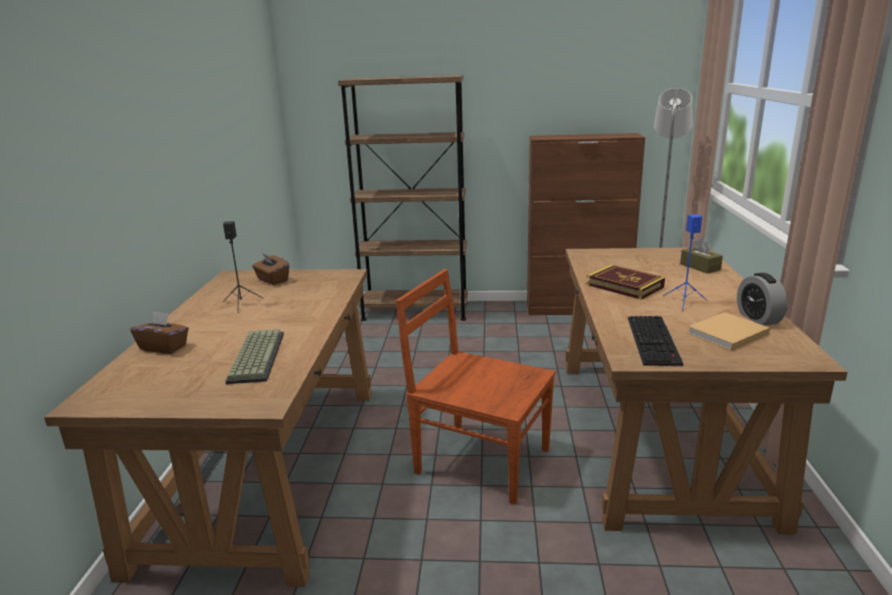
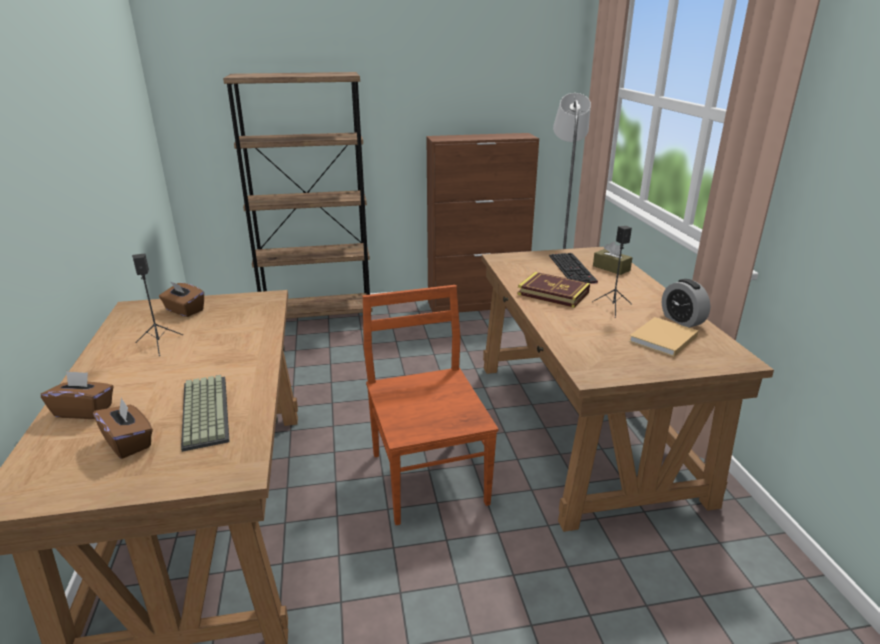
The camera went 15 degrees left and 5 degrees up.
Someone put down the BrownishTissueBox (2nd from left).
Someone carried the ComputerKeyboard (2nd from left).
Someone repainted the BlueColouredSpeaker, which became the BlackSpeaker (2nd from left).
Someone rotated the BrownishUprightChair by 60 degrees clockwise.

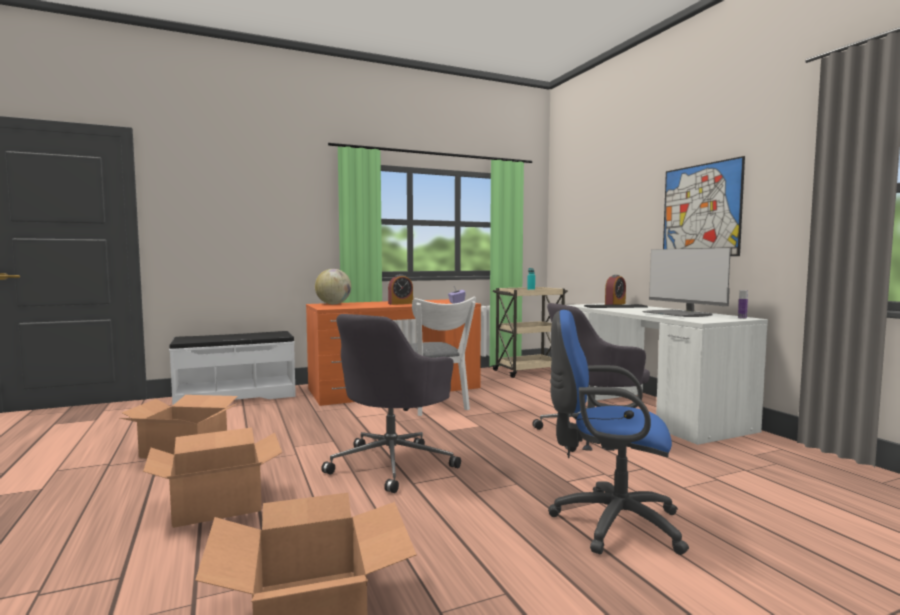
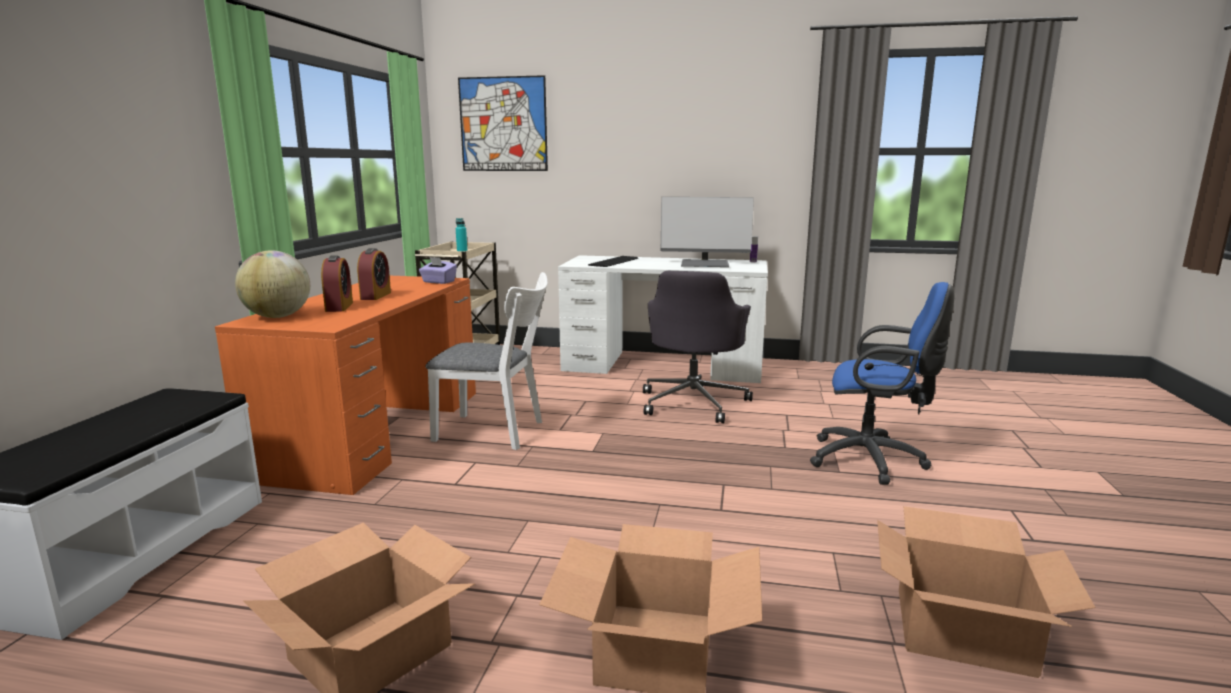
The camera went 55 degrees left and 10 degrees up.
Someone took away the GreyishOfficeChair (1st from left).
Someone carried the BedsideClock (2nd from left in the first image).
Someone carried the Picture.
Someone rotated the BlueColouredOfficeChair by 120 degrees counterclockwise.

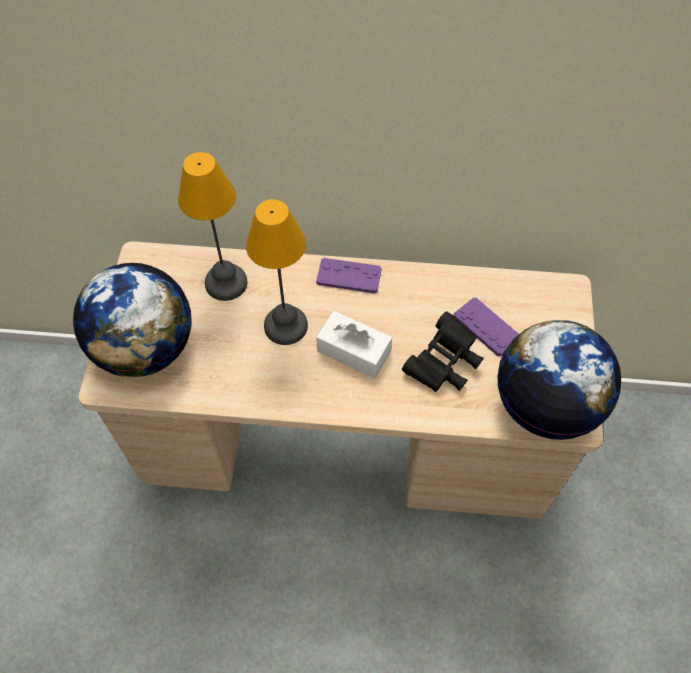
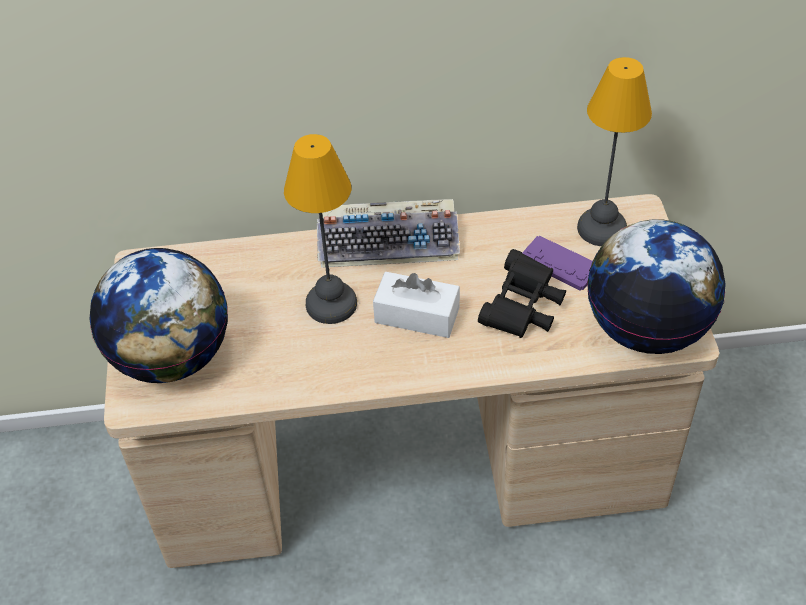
The camera went 10 degrees left and 10 degrees down.
Someone carried the TabletopLamp (1st from left in the first image).
Someone swapped the PurpleGamepad (1st from left) for the ComputerKeyboard.

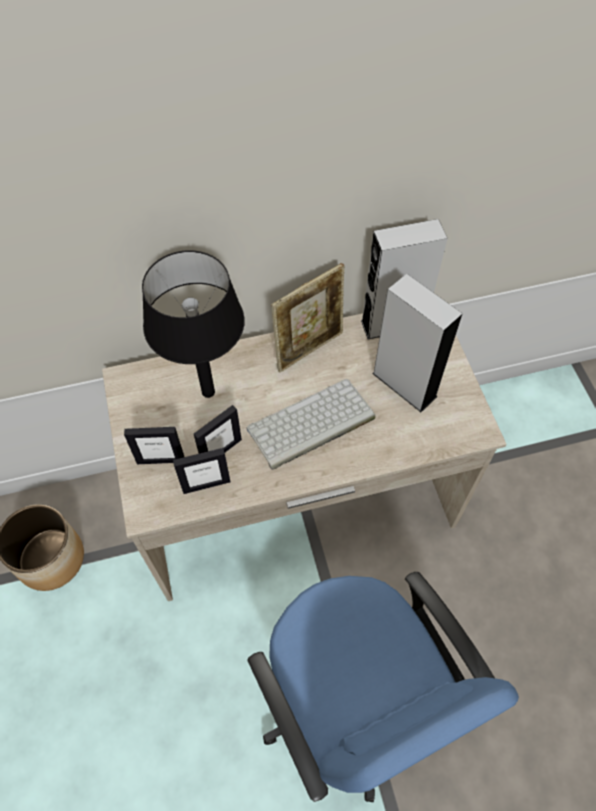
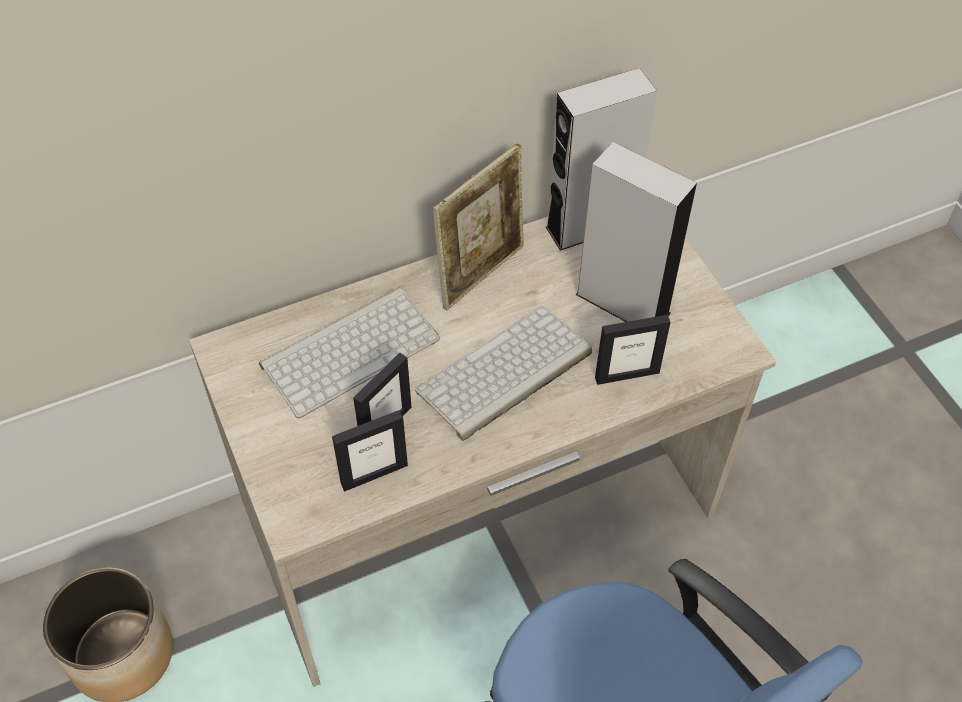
The camera went 10 degrees left and 5 degrees down.
Someone carried the StandingFrame (1st from left in the first image).
Someone swapped the BlackTabletopLamp for the ComputerKeyboard (1st from left).

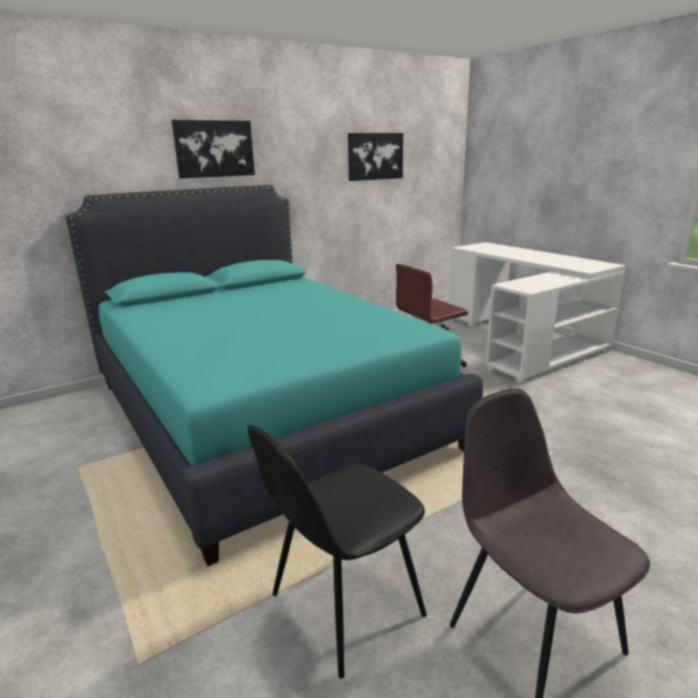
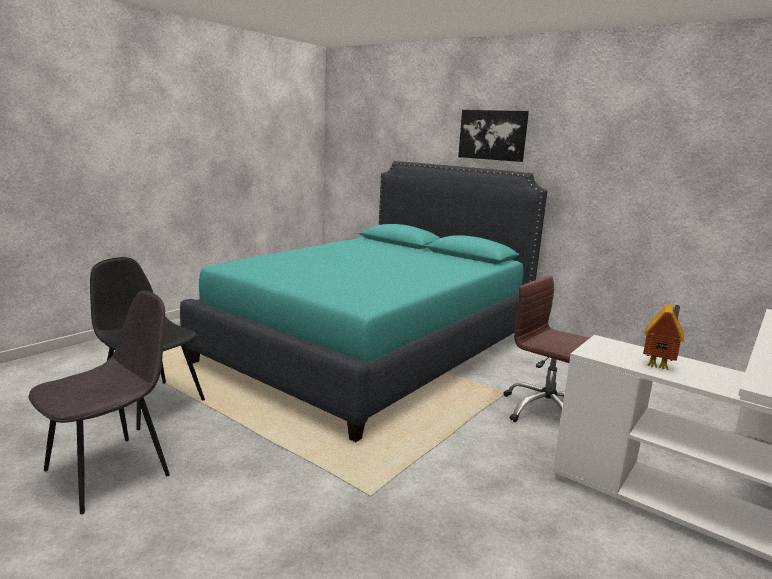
The camera went 70 degrees right and 5 degrees down.
Someone took away the Picture (2nd from left).
Someone put down the ModelHouse.

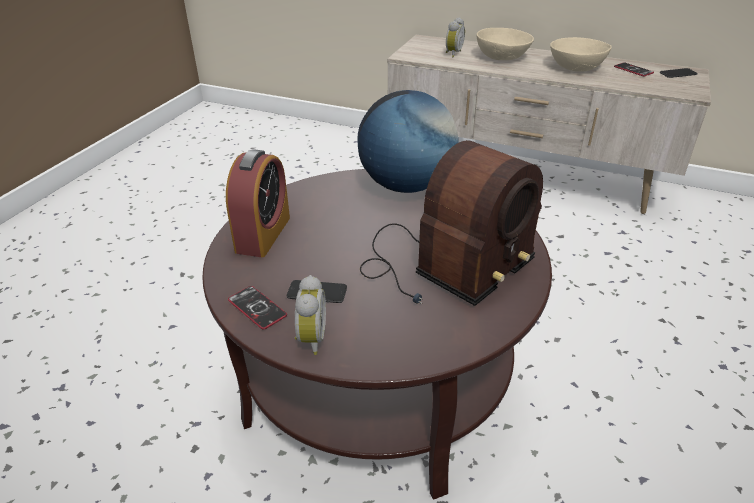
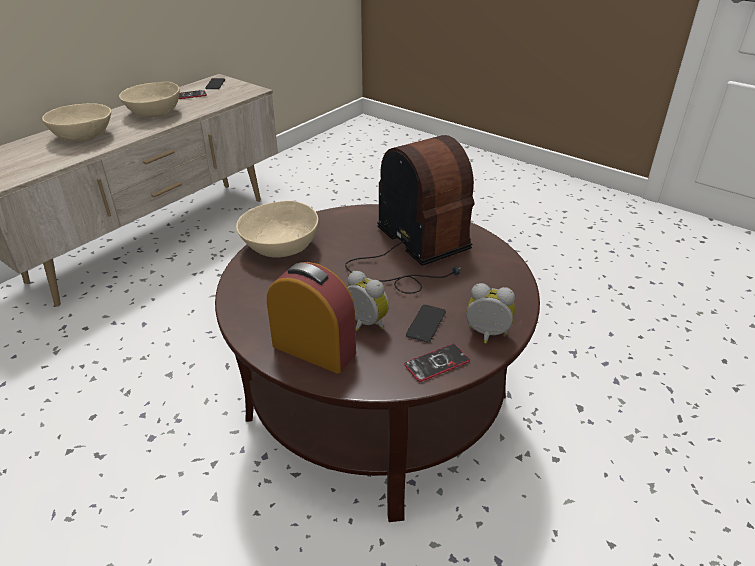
The camera went 75 degrees left and 0 degrees up.
Someone carried the BedsideClock (3rd from left in the first image).
Someone swapped the DeskGlobe for the SandColouredBowl (3rd from left).

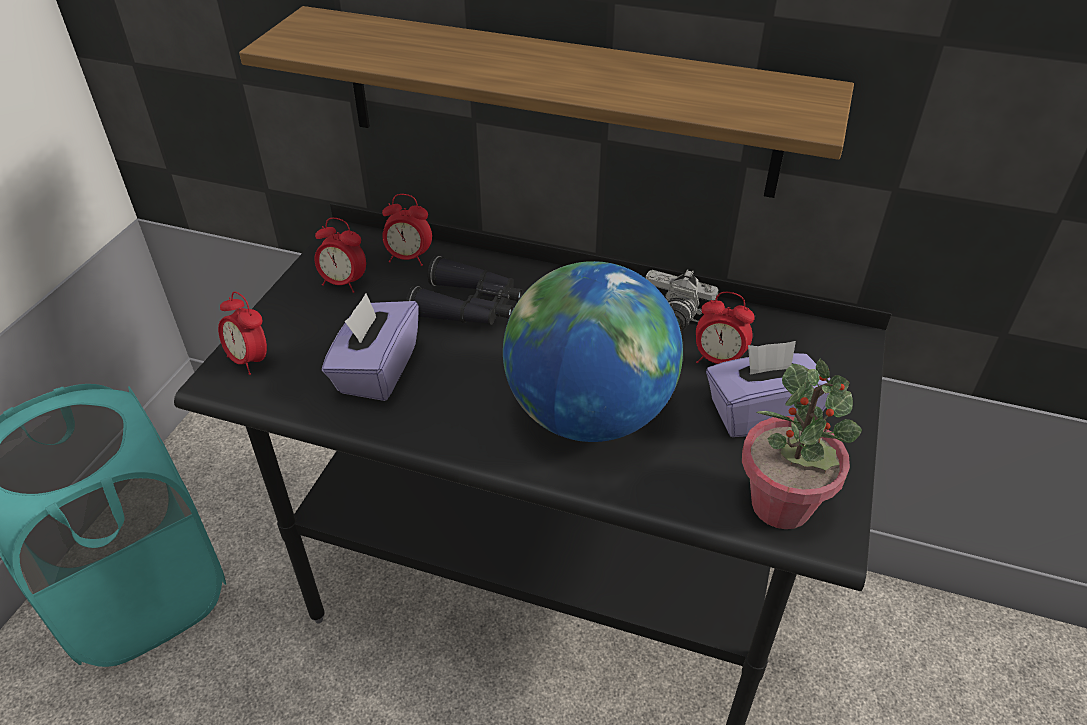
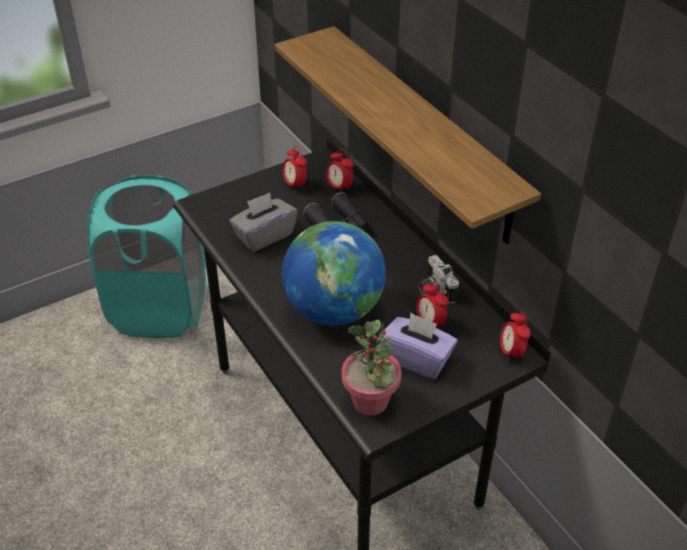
The camera went 40 degrees right and 0 degrees up.
Someone carried the BedsideClock (1st from left in the first image).
Someone repainted the PurpleTissueBox (1st from left), which became the GreyishTissueBox.

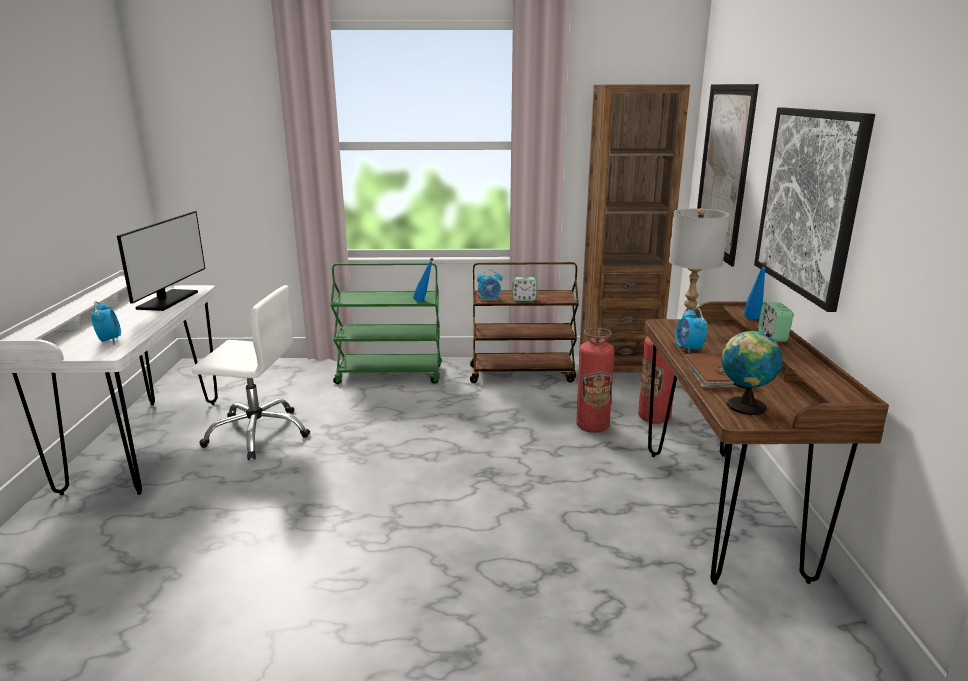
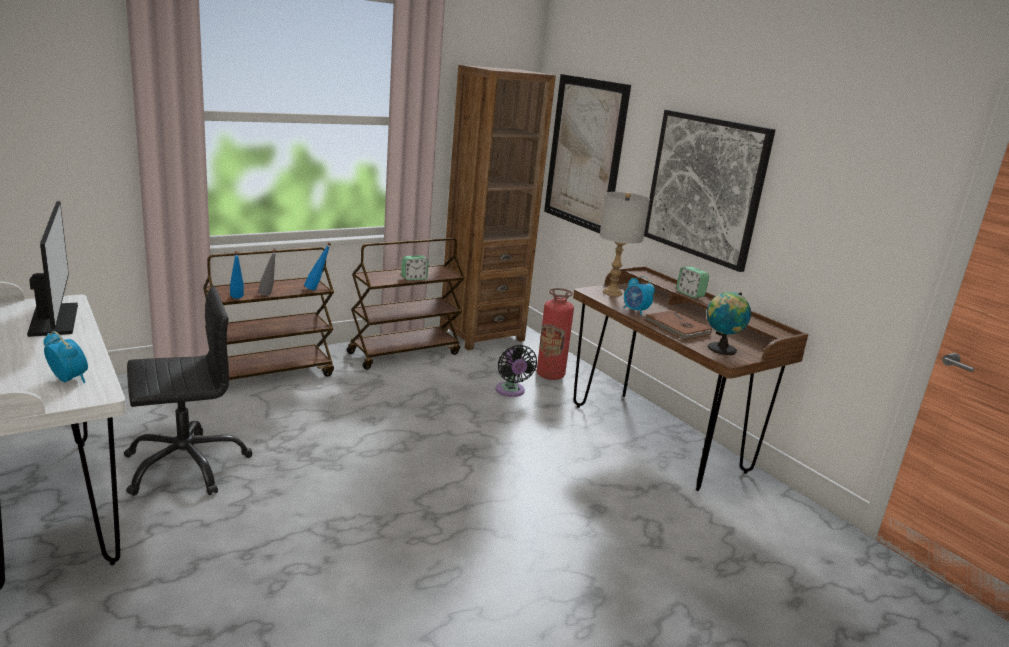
The camera went 35 degrees left and 0 degrees up.
Someone took away the BedsideClock (2nd from left).
Someone put down the GreyishDrinkBottle.
Someone carried the BlueColouredDrinkBottle (2nd from left in the first image).
Someone swapped the Extinguisher (1st from left) for the BlackFan.
Someone repainted the WhiteOfficeChair, which became the BlackOfficeChair.
Someone repainted the GreenishCart, which became the BrownishCart (1st from left).

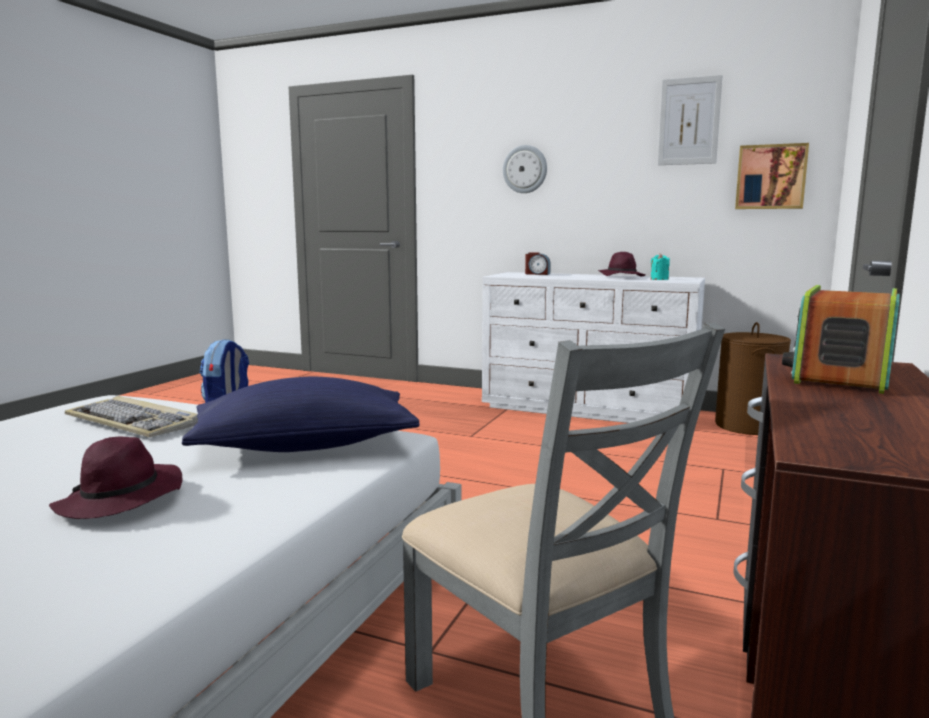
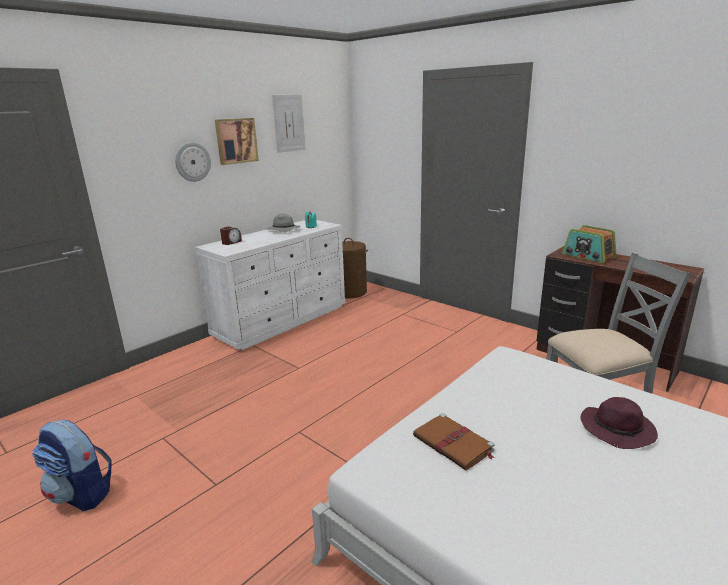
The camera went 70 degrees left and 10 degrees up.
Someone took away the BlueColouredCushion.
Someone carried the Picture (2nd from left in the first image).
Someone swapped the ComputerKeyboard for the BrownishVolume.
Someone repainted the PurpleWearableHat (2nd from left), which became the GreyishWearableHat.

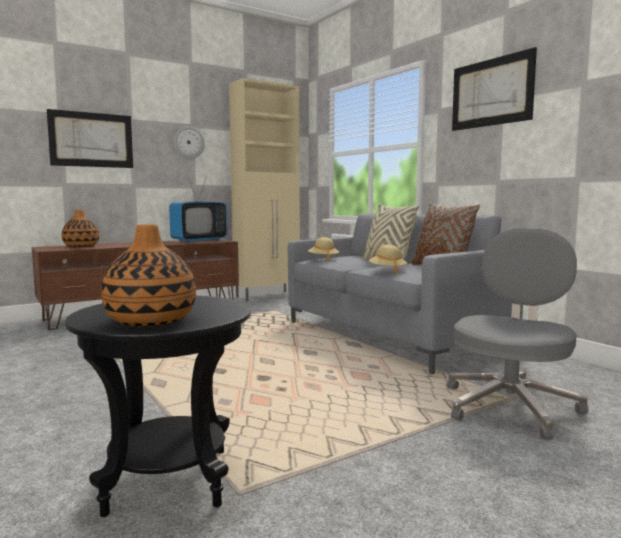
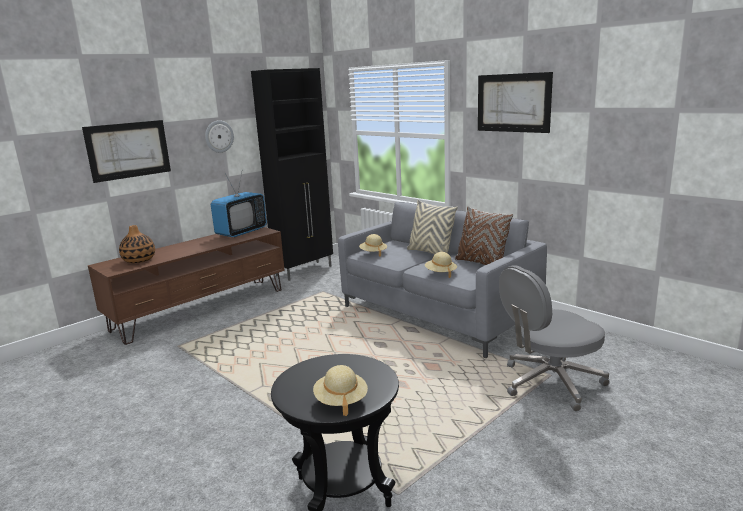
The camera went 10 degrees left and 10 degrees up.
Someone swapped the Vase (2nd from left) for the SandColouredWearableHat (1st from left).
Someone repainted the SandColouredCupboard, which became the BlackCupboard.
Someone rotated the GreyishOfficeChair by 135 degrees counterclockwise.

